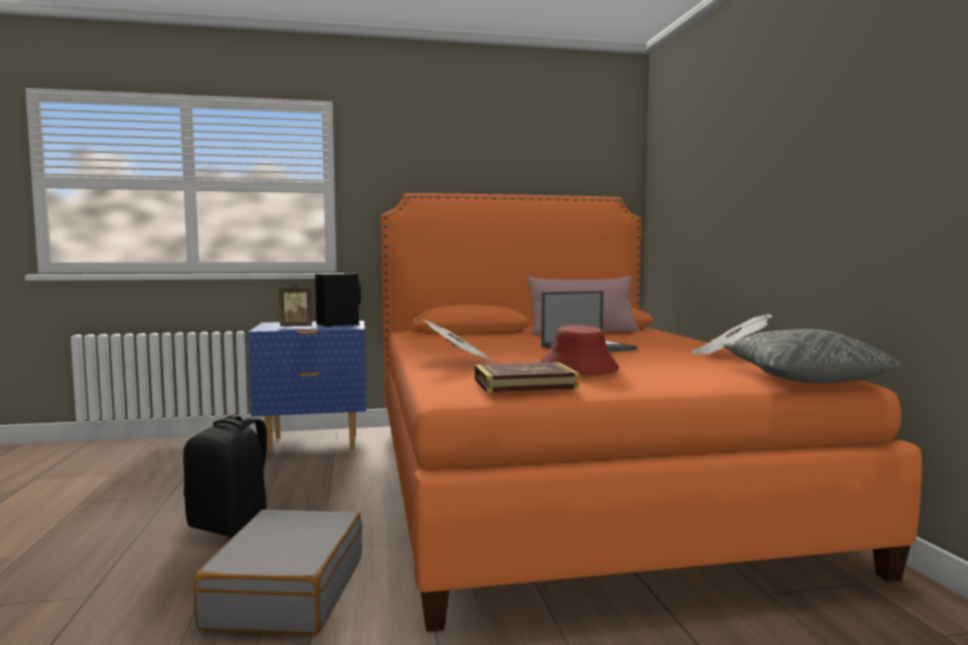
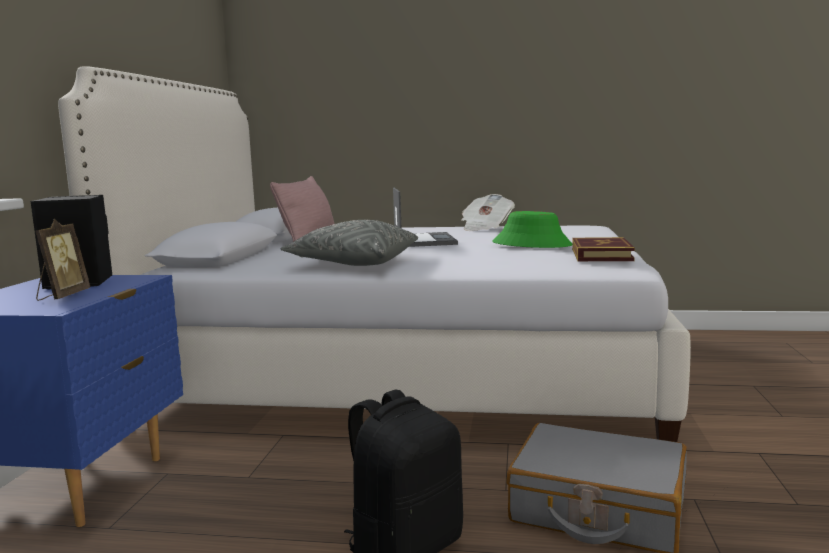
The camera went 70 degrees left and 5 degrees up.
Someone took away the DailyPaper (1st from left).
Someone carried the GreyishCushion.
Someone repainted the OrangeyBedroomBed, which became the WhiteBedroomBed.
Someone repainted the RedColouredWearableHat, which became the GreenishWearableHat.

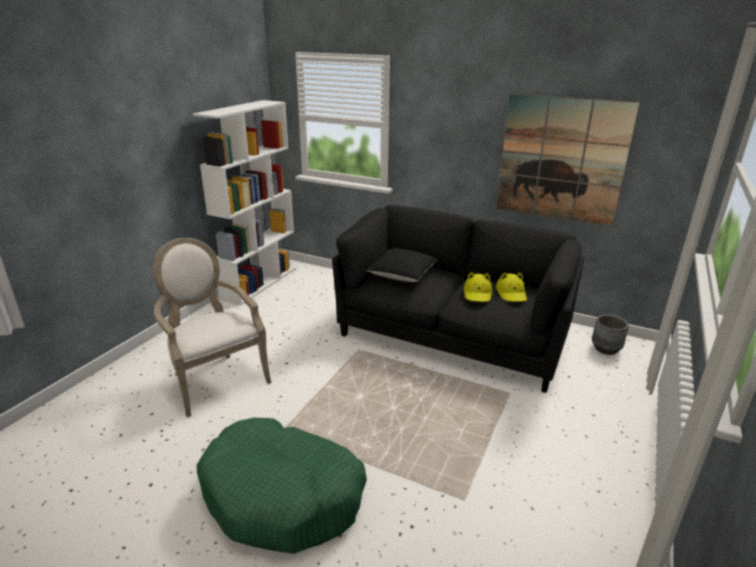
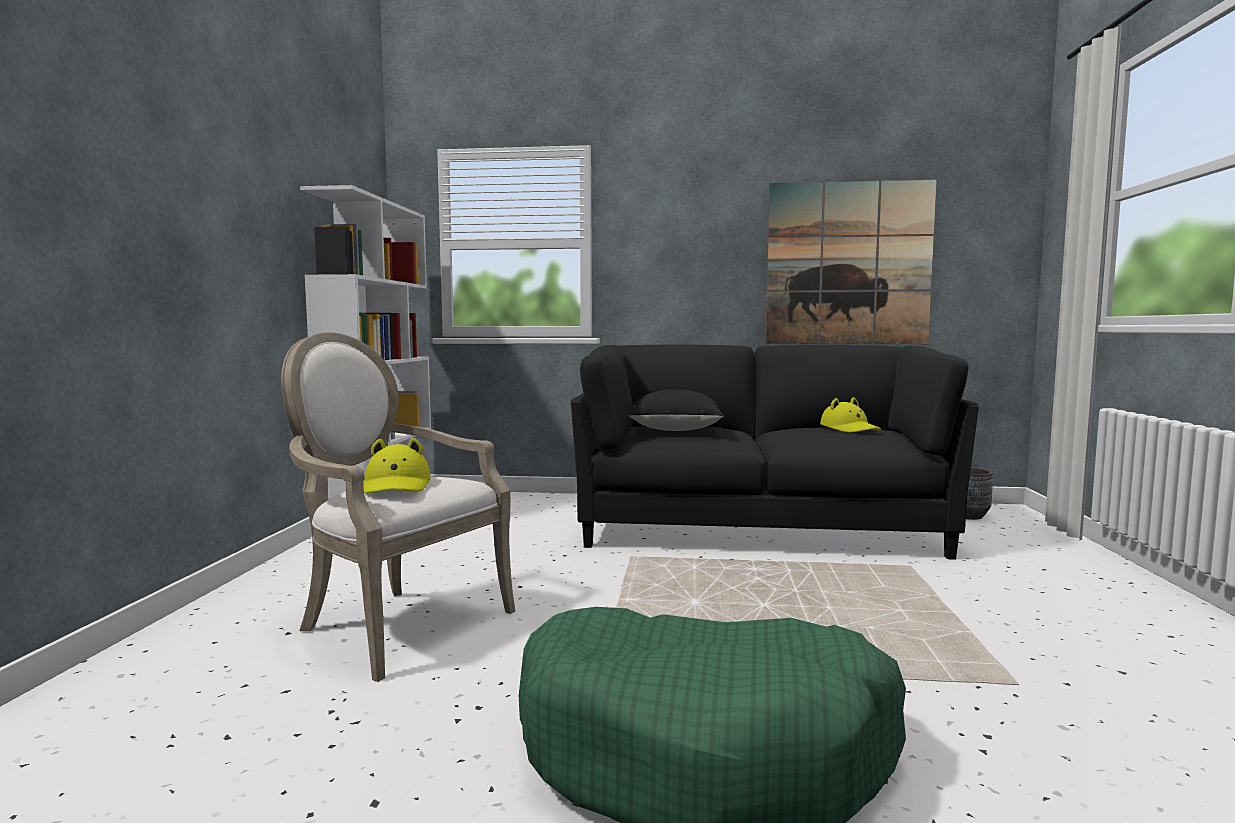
The camera went 20 degrees left and 20 degrees down.
Someone carried the YellowWearableHat (1st from left).

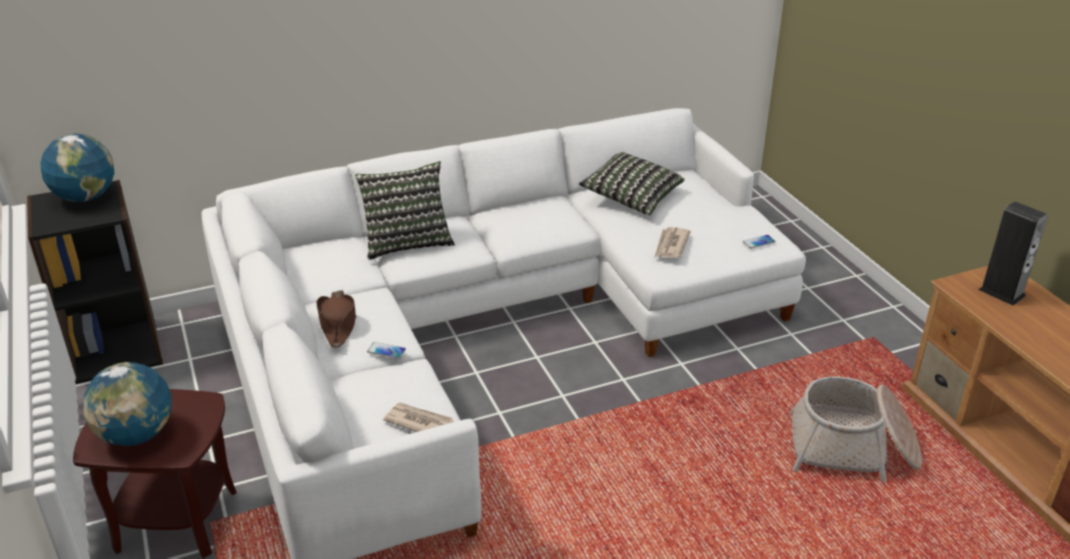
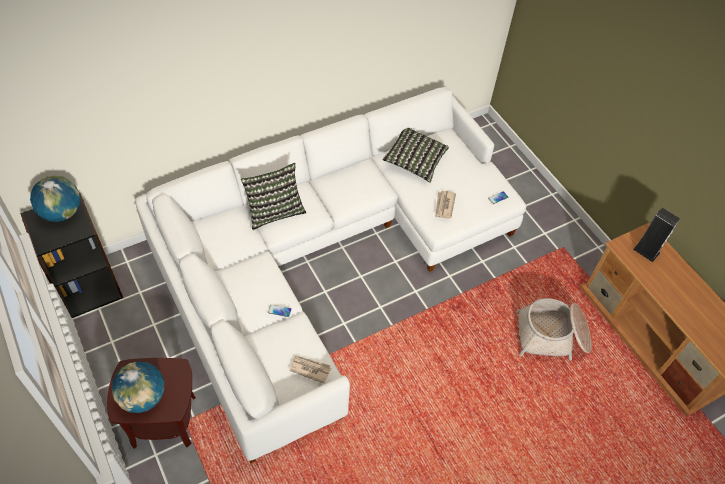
The camera went 10 degrees left and 20 degrees up.
Someone took away the BrownishWearableHat.

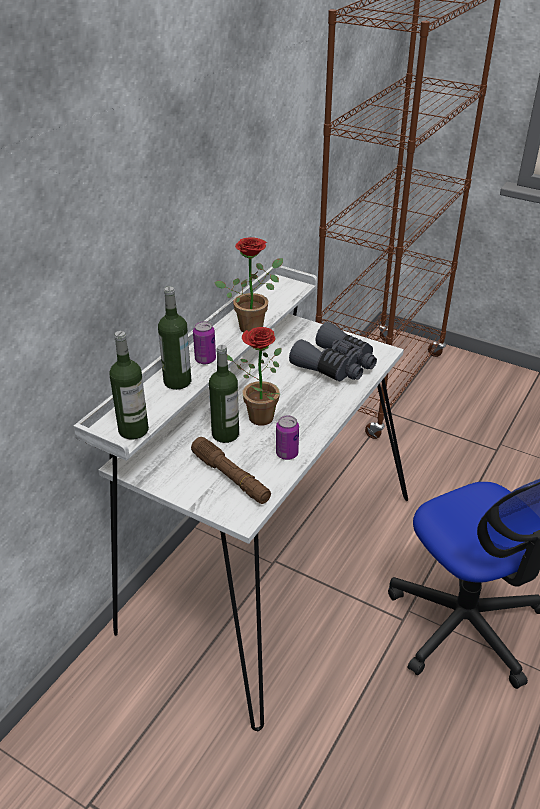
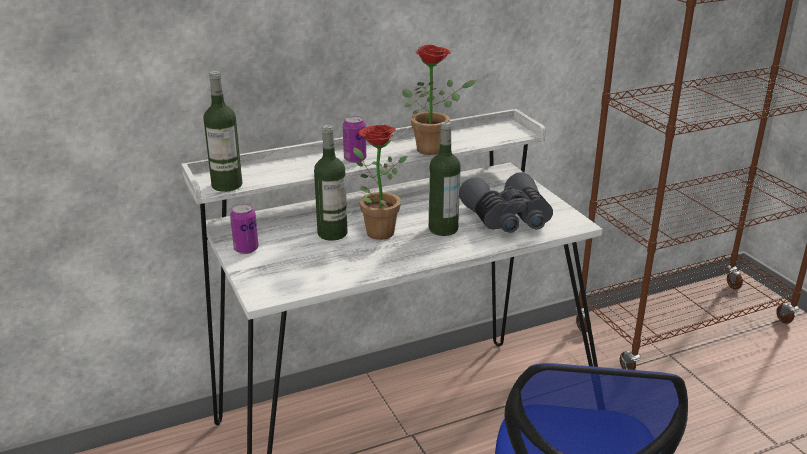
The camera went 35 degrees right and 10 degrees down.
Someone took away the BrownishTorch.
Someone carried the DrinkBottle (2nd from left in the first image).
Someone carried the MetalCan (2nd from left in the first image).

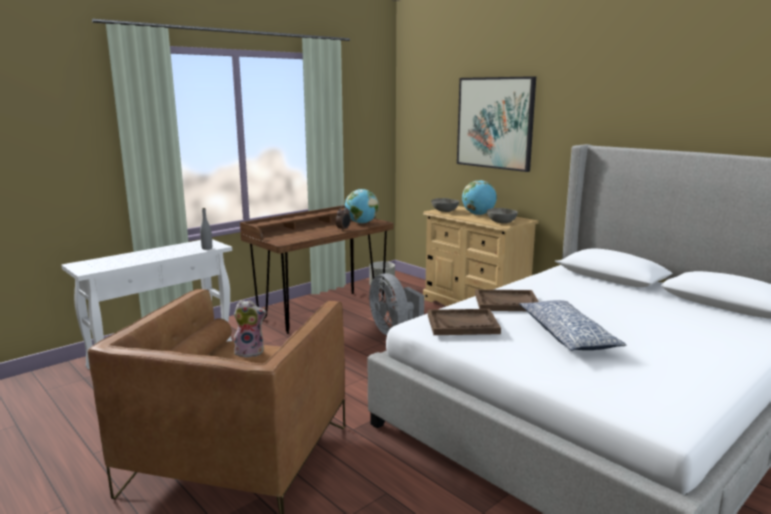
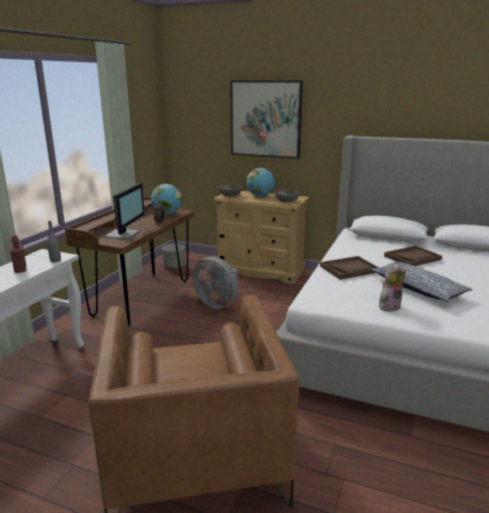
The camera went 25 degrees left and 5 degrees up.
Someone put down the RedColouredDrinkBottle.
Someone put down the ComputerDisplay.
Someone carried the PlushToy.
Someone carried the BrownishCarryingTray (1st from left in the first image).

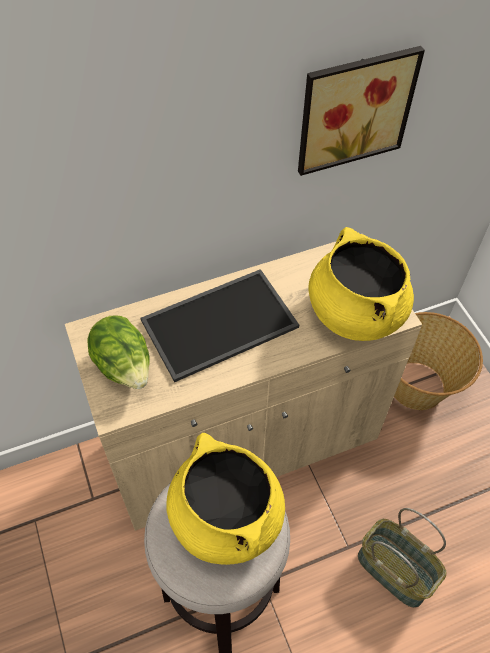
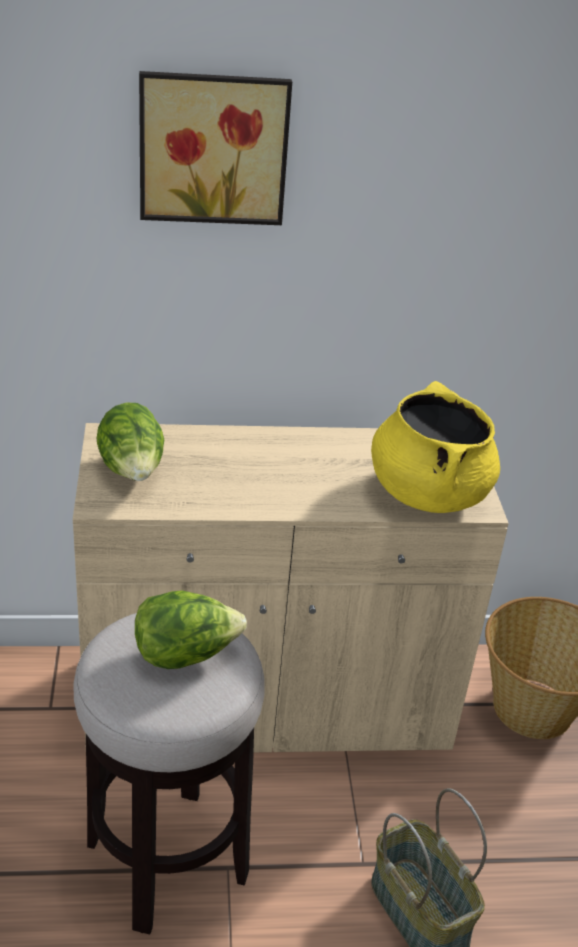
The camera went 15 degrees right and 20 degrees down.
Someone took away the CarryingTray.
Someone carried the Picture.
Someone swapped the YellowCookingPot (1st from left) for the HeadOfLettuce (2nd from left).

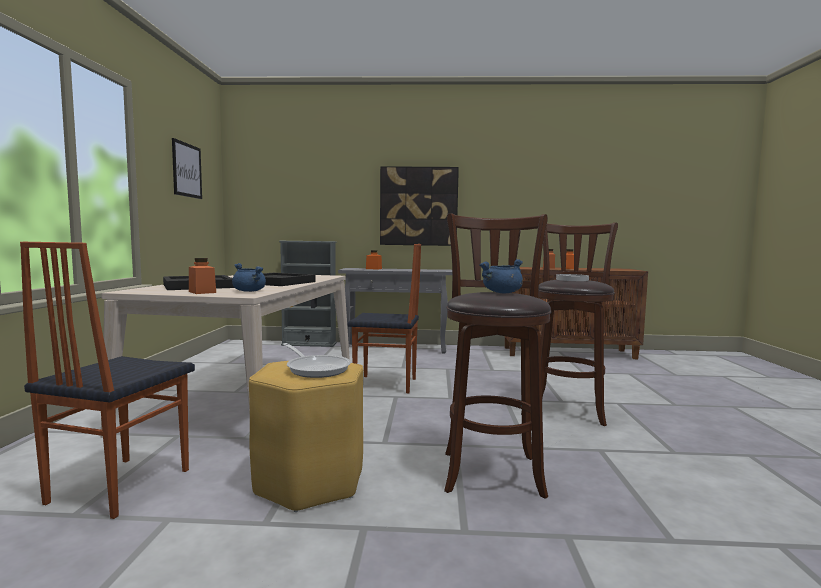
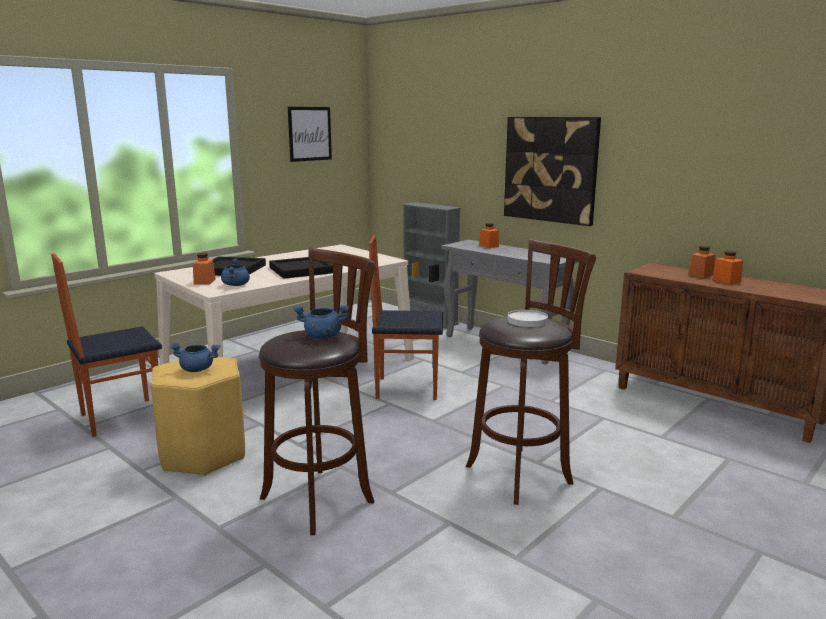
The camera went 40 degrees right and 10 degrees up.
Someone swapped the Pan for the BlueColouredCookingPot (1st from left).
Someone rotated the UprightChair (2nd from left) by 135 degrees clockwise.

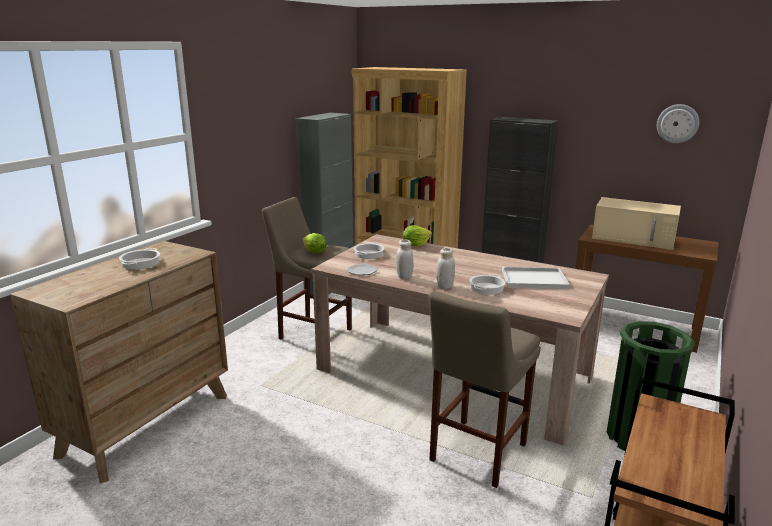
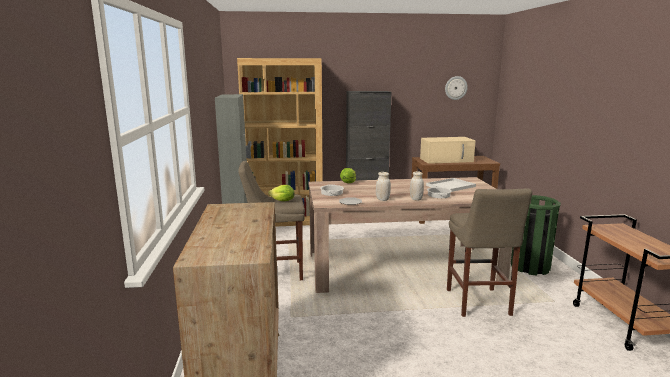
The camera went 35 degrees left and 5 degrees down.
Someone took away the CookingPot (1st from left).

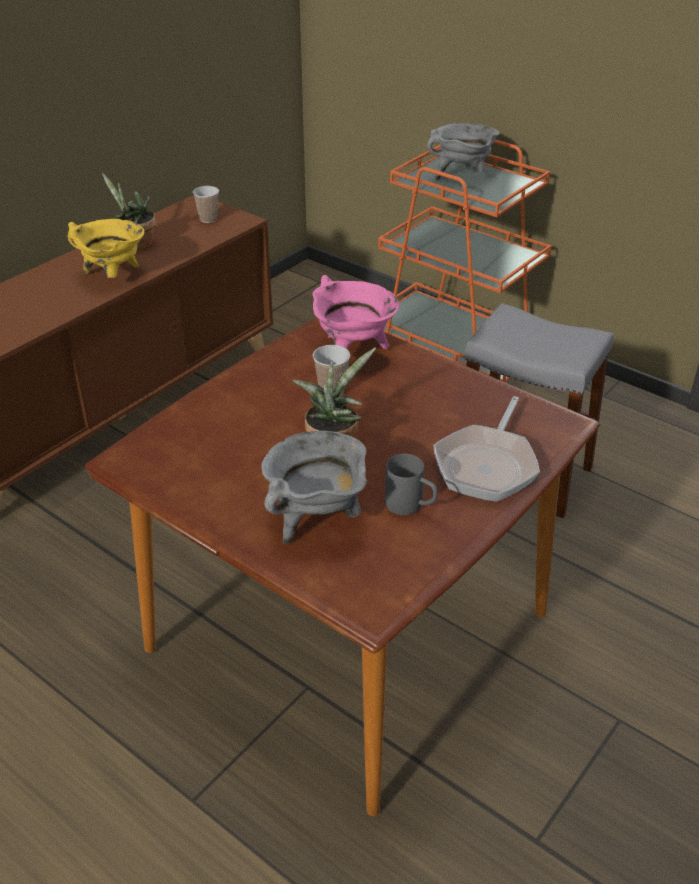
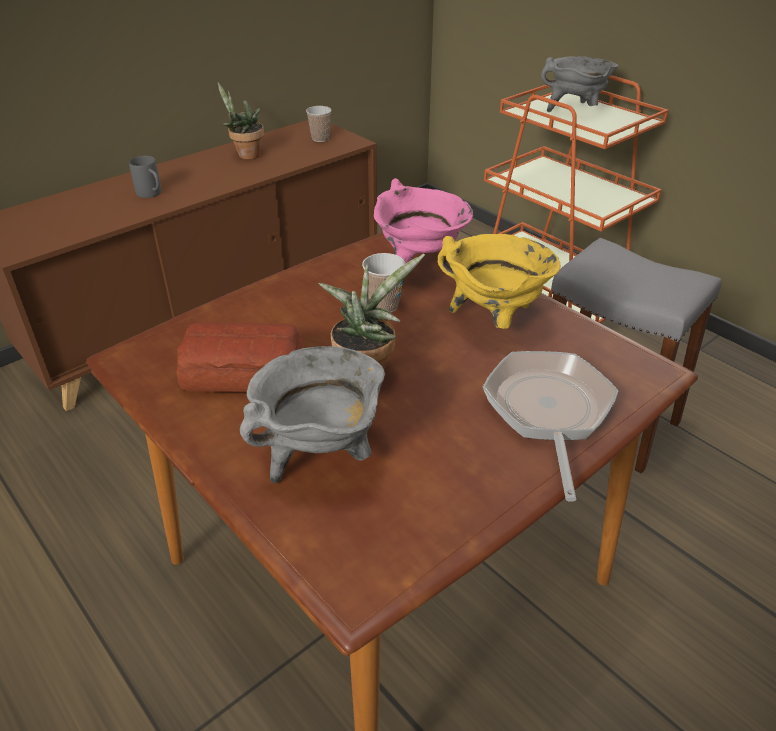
The camera went 10 degrees right and 0 degrees up.
Someone put down the BakedBread.
Someone carried the YellowCookingPot.
Someone carried the GreyishMug.
Someone rotated the Pan by 150 degrees clockwise.

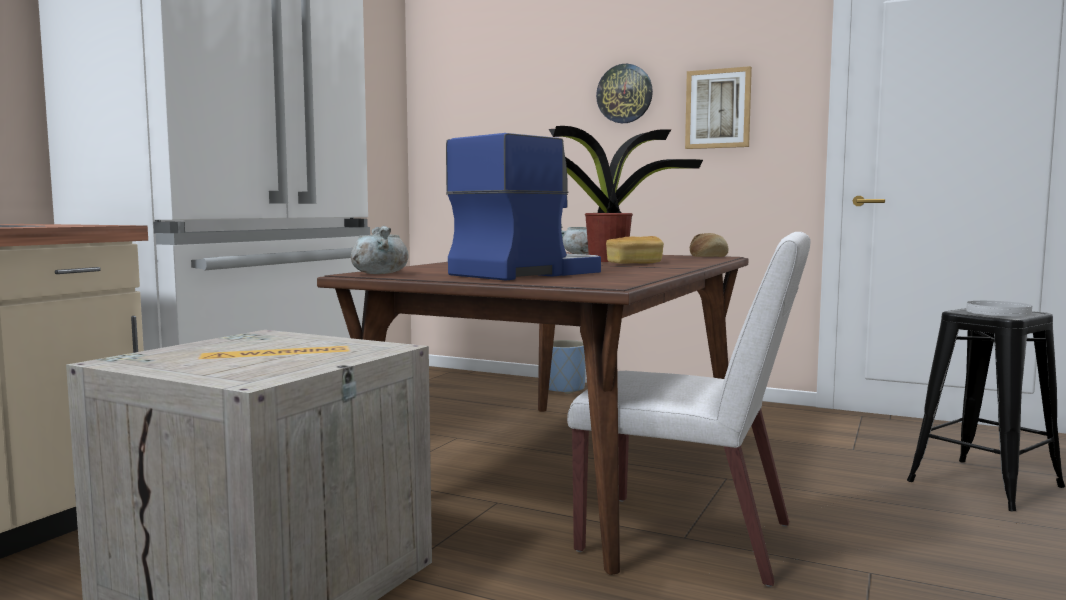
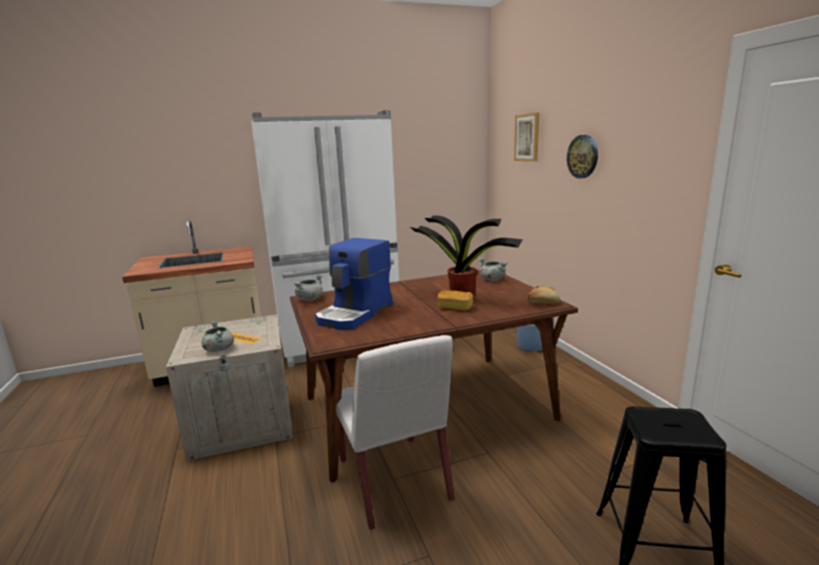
The camera went 45 degrees right and 10 degrees up.
Someone took away the WhiteFlatDish.
Someone put down the GreyishCookingPot (1st from left).
Someone carried the Picture.
Someone rotated the CoffeeBrewer by 120 degrees clockwise.

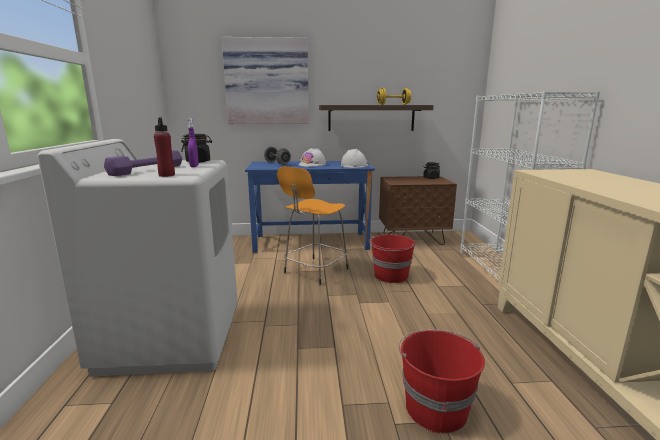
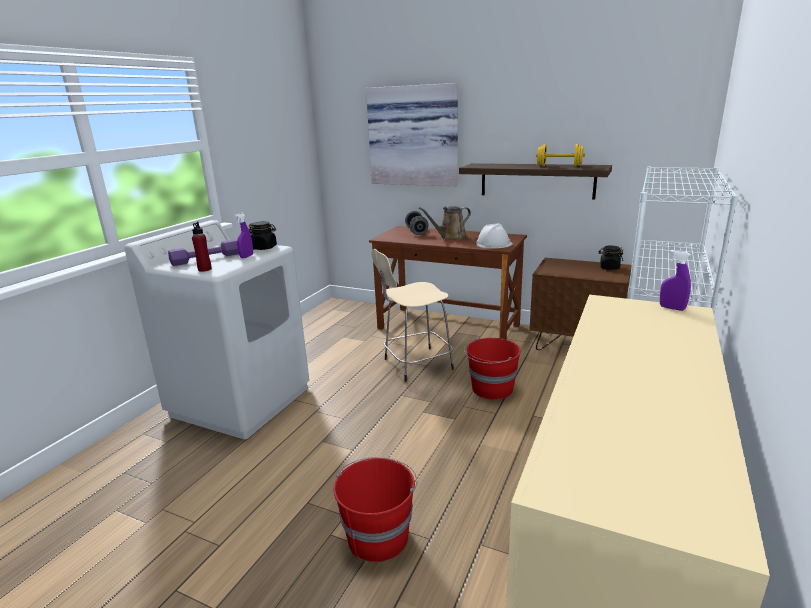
The camera went 30 degrees right and 5 degrees up.
Someone put down the PurpleSprayer (2nd from left).
Someone swapped the WhiteWorkHelmet (1st from left) for the BrownishSprinklingCan.
Someone repainted the BlueColouredDesk, which became the BrownishDesk.
Someone repainted the OrangeyStoolSeat, which became the SandColouredStoolSeat.

